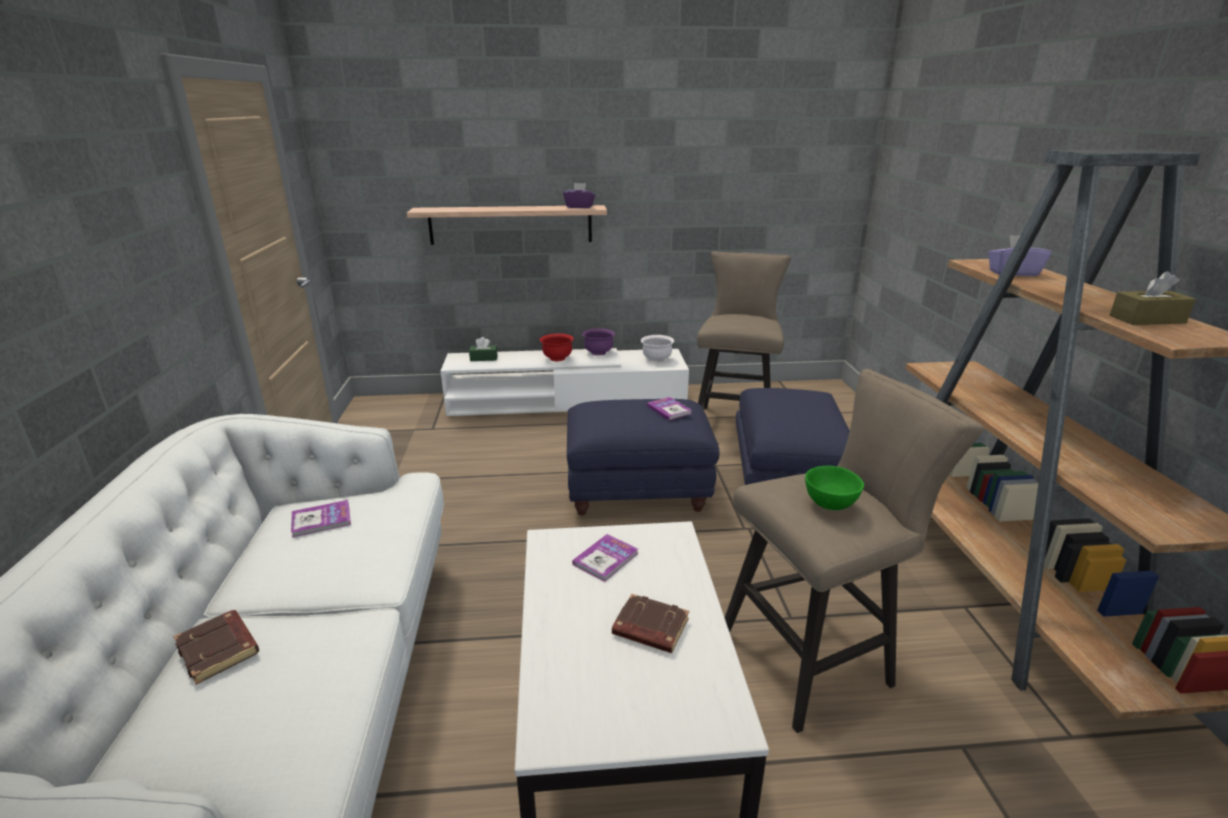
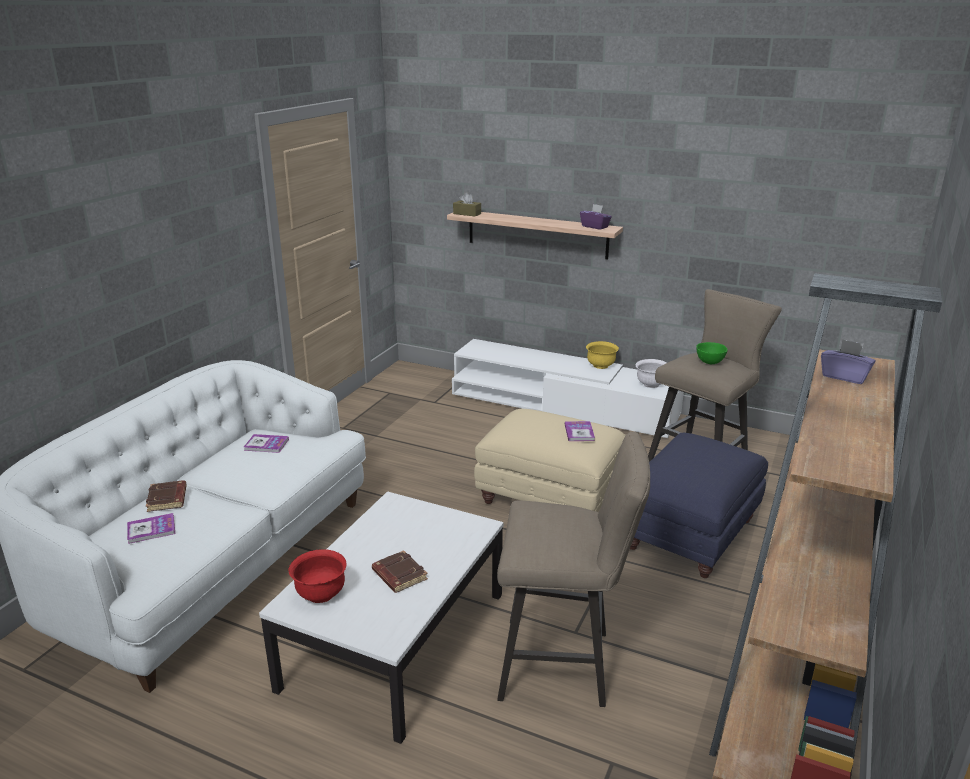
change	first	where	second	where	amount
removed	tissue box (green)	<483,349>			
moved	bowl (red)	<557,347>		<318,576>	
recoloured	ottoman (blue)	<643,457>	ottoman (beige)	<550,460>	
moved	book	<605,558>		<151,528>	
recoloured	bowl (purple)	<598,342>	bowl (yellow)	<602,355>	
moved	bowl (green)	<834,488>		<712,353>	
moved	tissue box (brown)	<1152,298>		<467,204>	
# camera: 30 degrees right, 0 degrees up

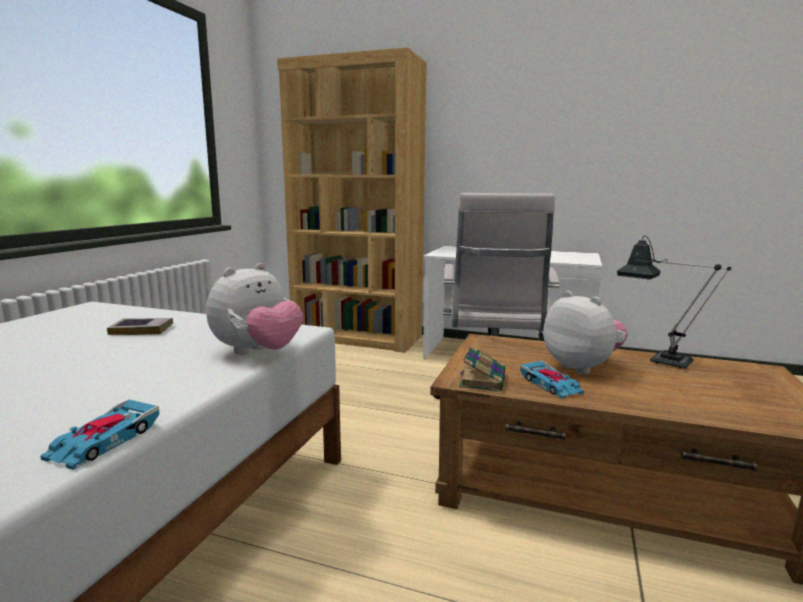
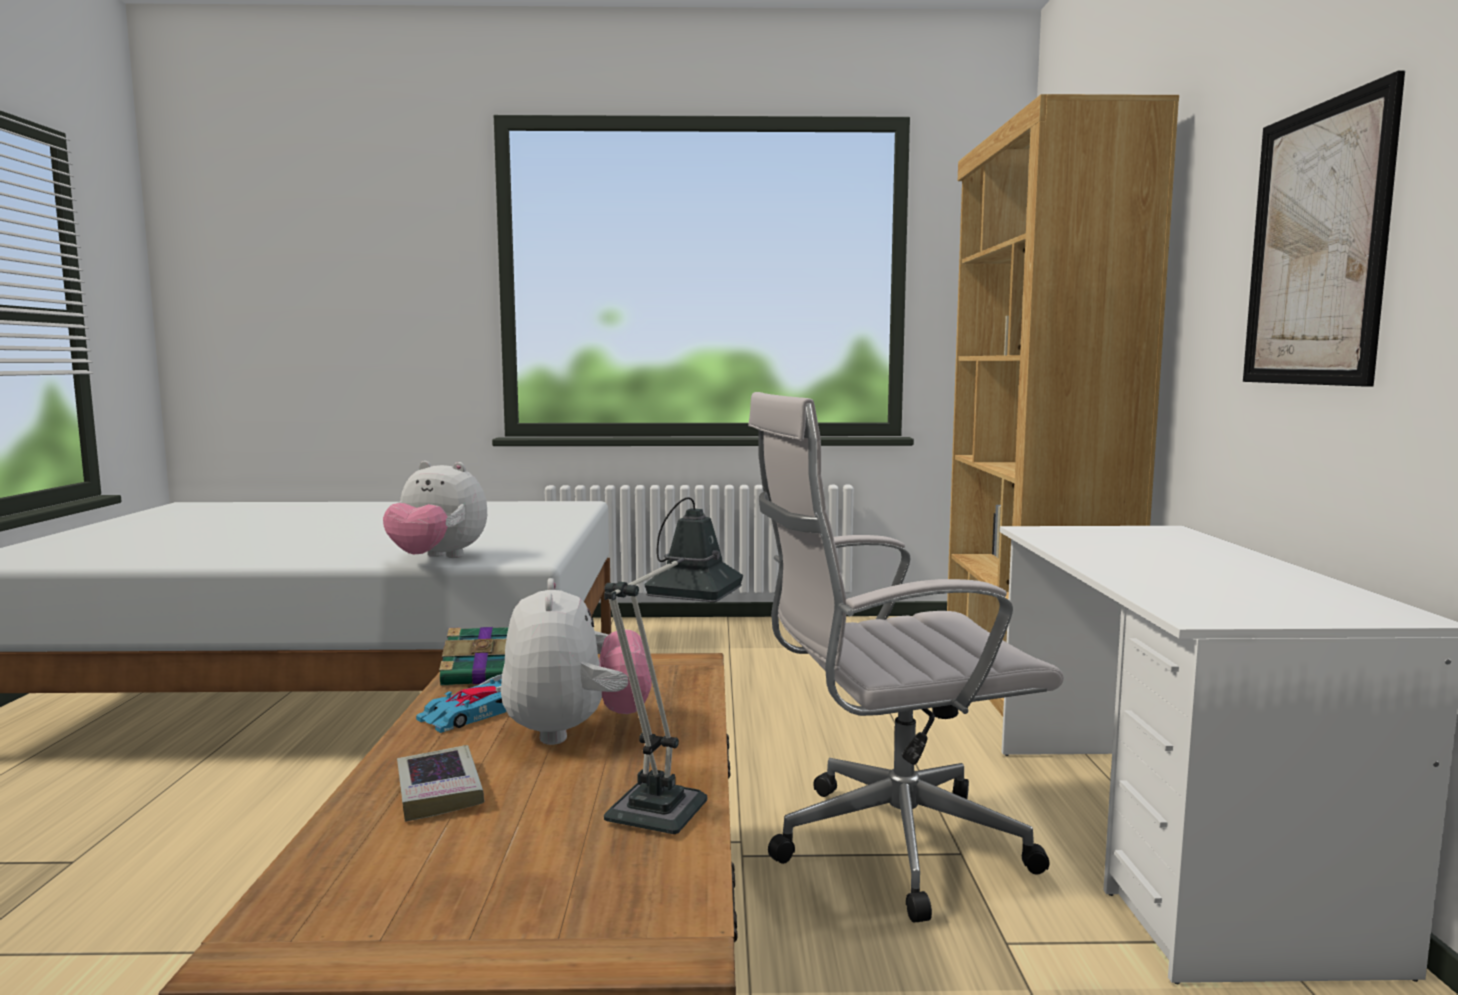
change	first	where	second	where	amount
removed	toy car	<99,434>			
moved	book	<140,326>		<441,783>	
turned	plush toy	<585,332>		<576,661>	45 degrees counterclockwise
added			picture	<1324,229>	
# camera: 70 degrees right, 5 degrees down

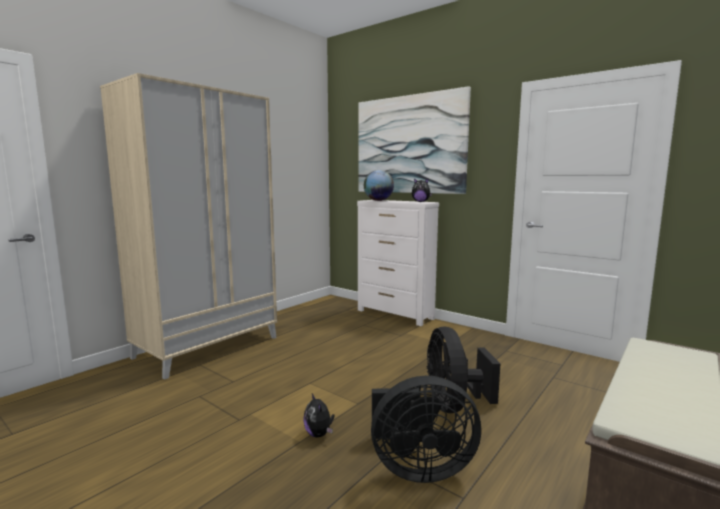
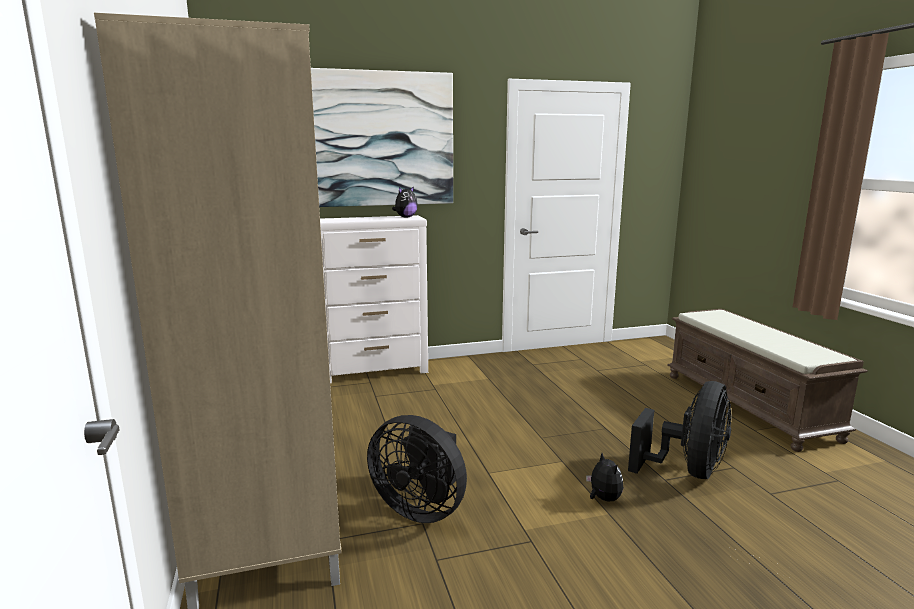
change	first	where	second	where	amount
turned	plush toy	<319,415>		<604,477>	120 degrees counterclockwise
removed	globe	<379,185>			
moved	fan (black)	<463,369>		<417,469>	
# camera: 55 degrees left, 5 degrees up

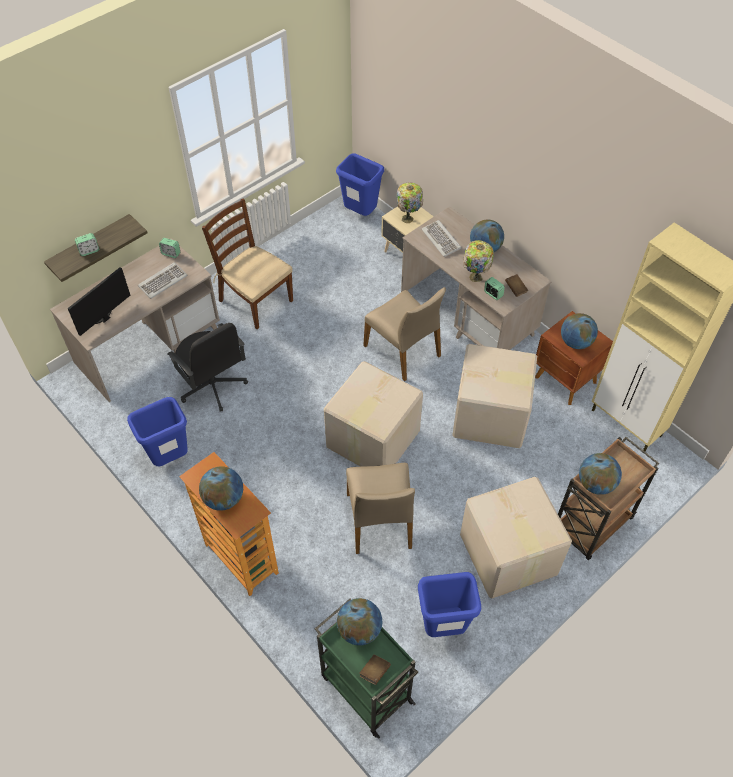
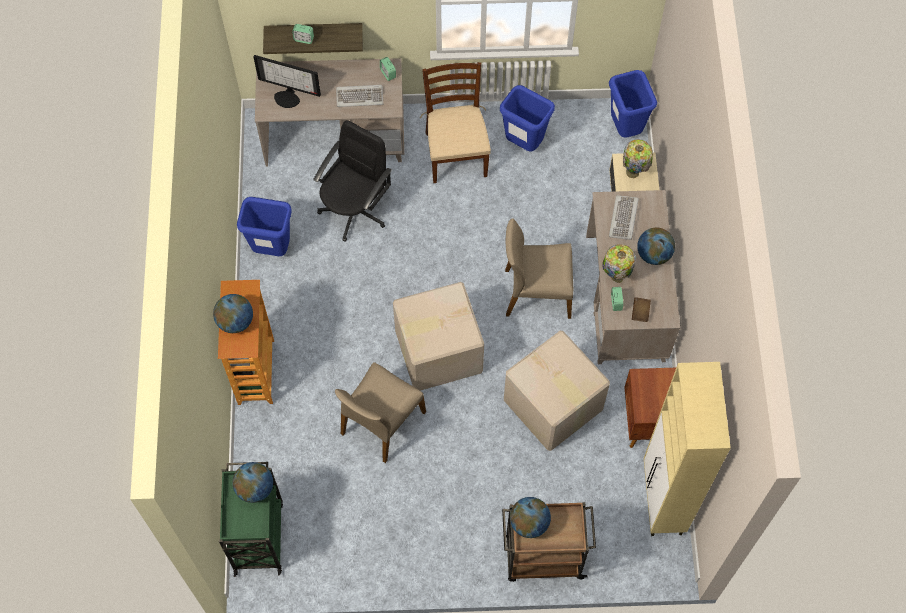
change	first	where	second	where	amount
turned	monitor	<99,301>		<287,81>	150 degrees counterclockwise
turned	office chair (black)	<207,367>		<352,181>	150 degrees counterclockwise
removed	book (brown)	<375,669>			
turned	chair (beige)	<404,334>		<539,268>	90 degrees clockwise
moved	trash can (blue)	<449,604>		<527,118>	
removed	cardboard box	<516,537>			
removed	globe	<579,331>			
# camera: 40 degrees right, 10 degrees up

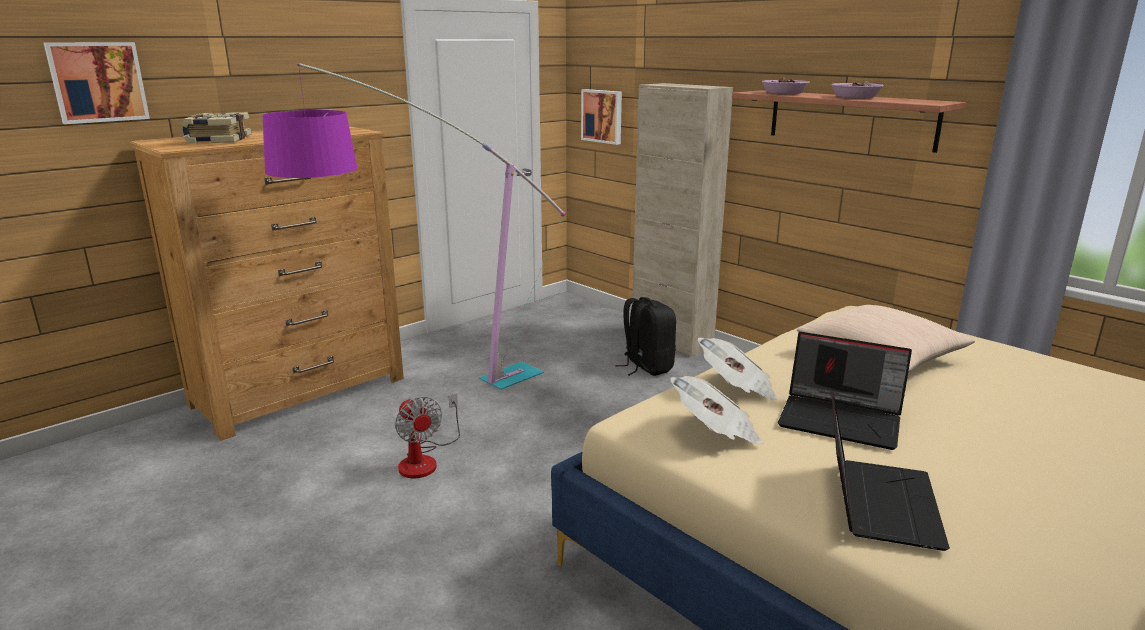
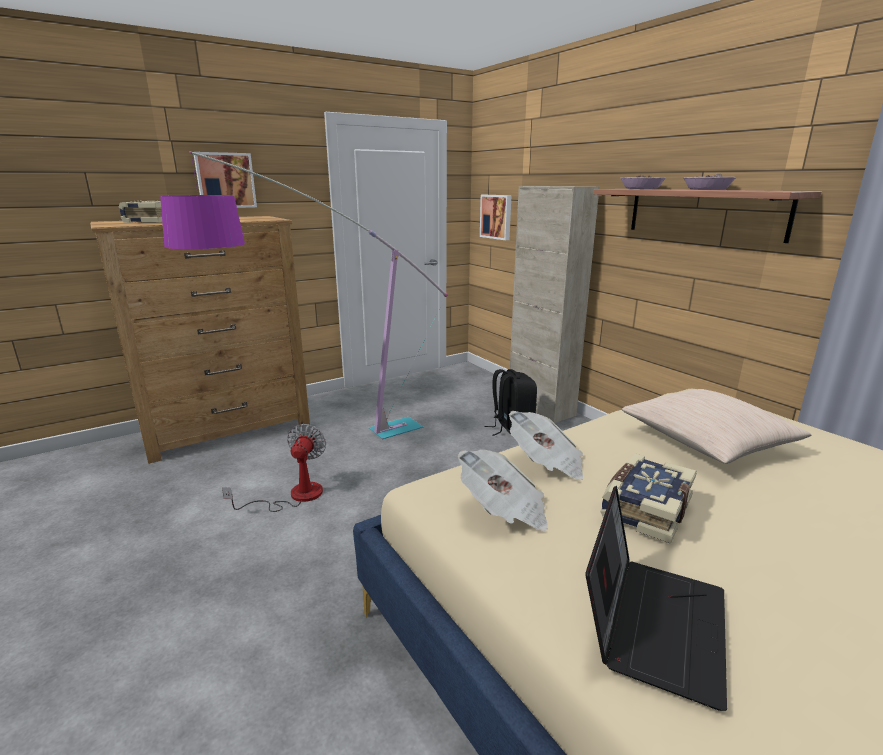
change	first	where	second	where	amount
moved	picture	<97,83>		<225,180>	
turned	fan	<427,436>		<274,468>	150 degrees counterclockwise
replaced	laptop	<845,391>	book	<648,499>	
# camera: 10 degrees right, 0 degrees up

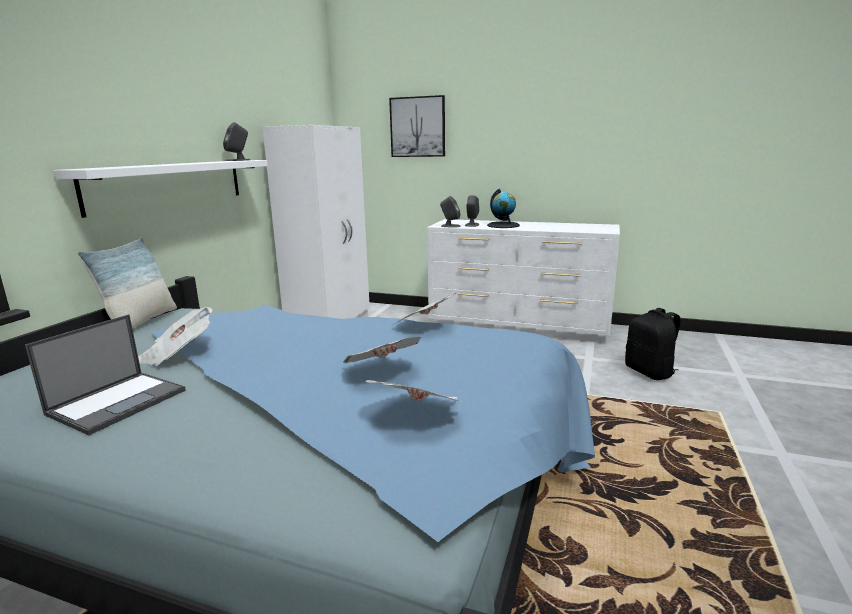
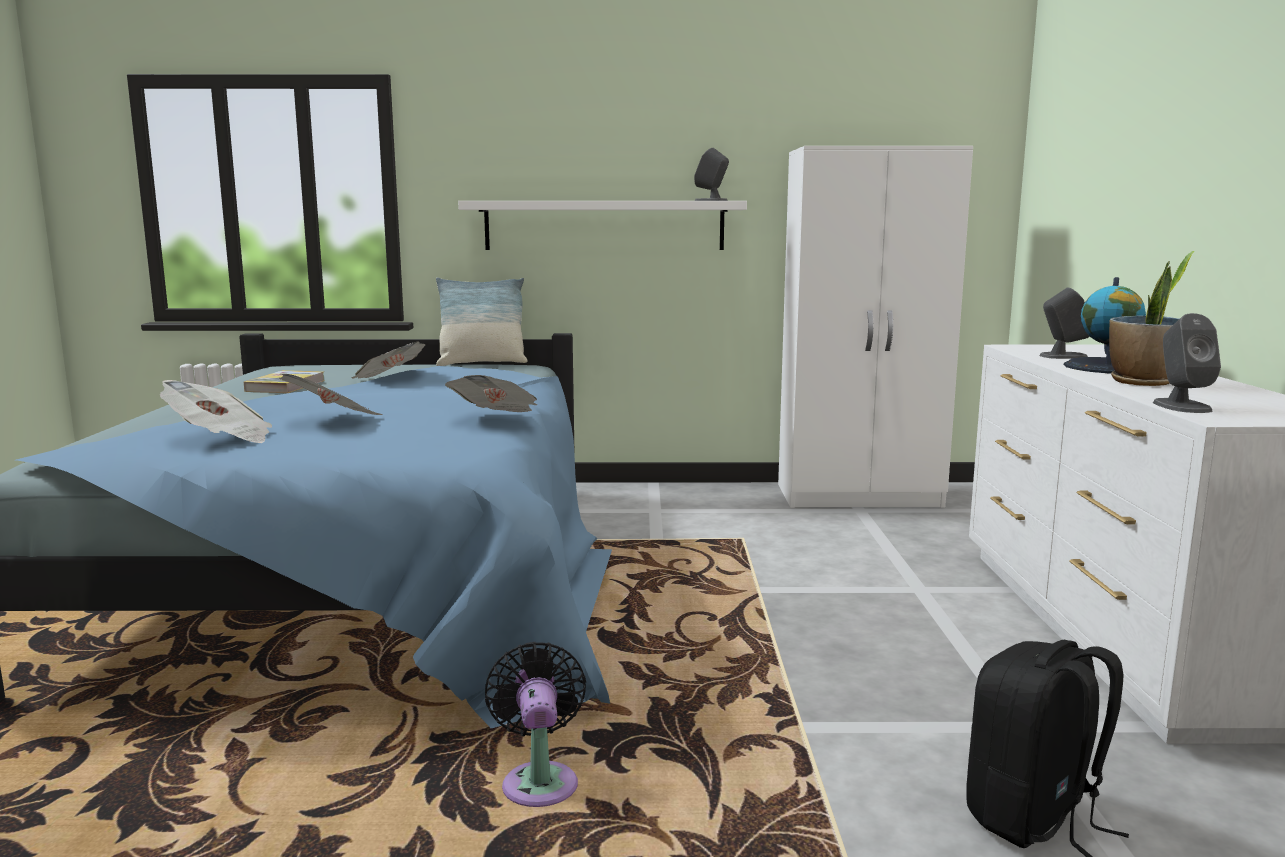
change	first	where	second	where	amount
replaced	laptop	<105,374>	book	<284,381>	
removed	picture	<417,126>			
moved	speaker (grey)	<450,211>		<1187,363>	
added			fan (black)	<535,724>	
added			potted plant	<1151,318>	
# camera: 70 degrees right, 5 degrees down

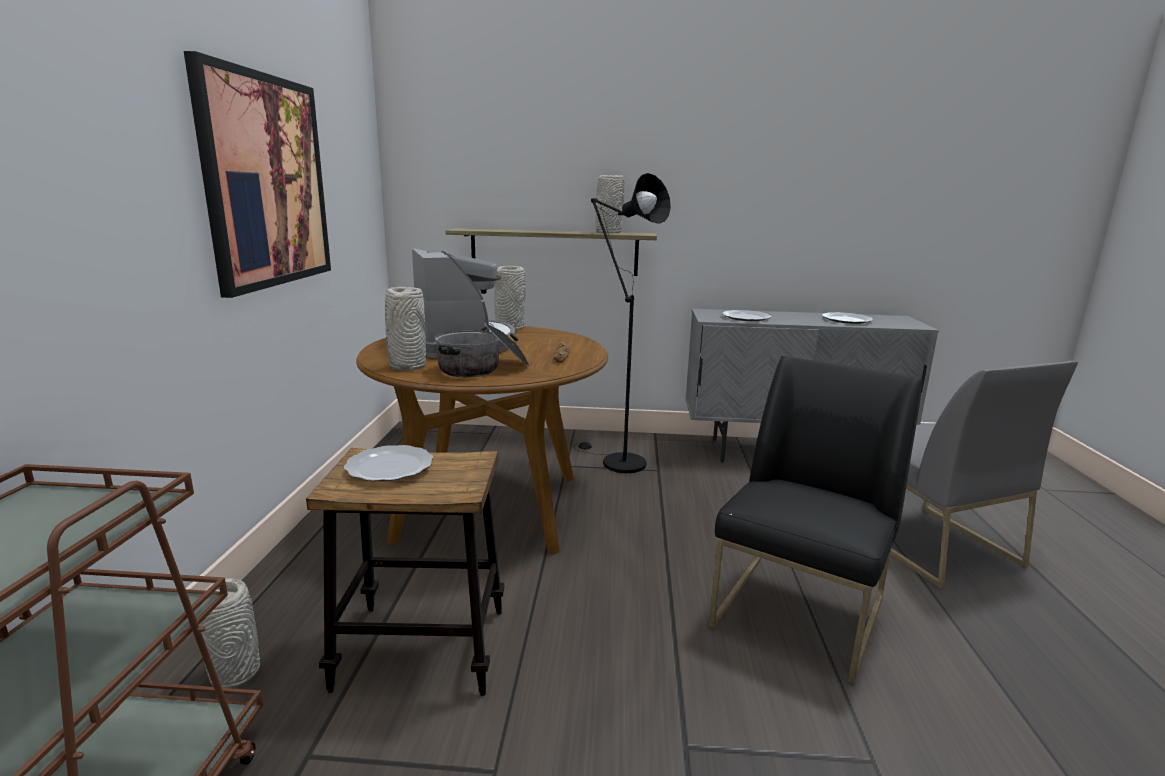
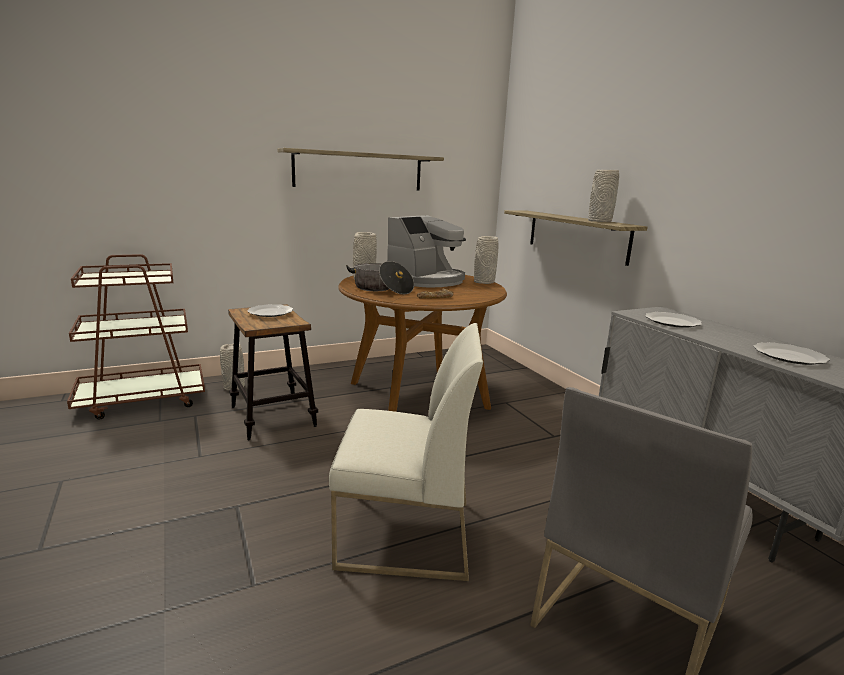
change	first	where	second	where	amount
replaced	picture	<257,174>	shelf	<360,169>	
removed	floor lamp (black)	<622,323>			
recoloured	chair (black)	<815,520>	chair (white)	<406,452>	
# camera: 60 degrees right, 0 degrees up

